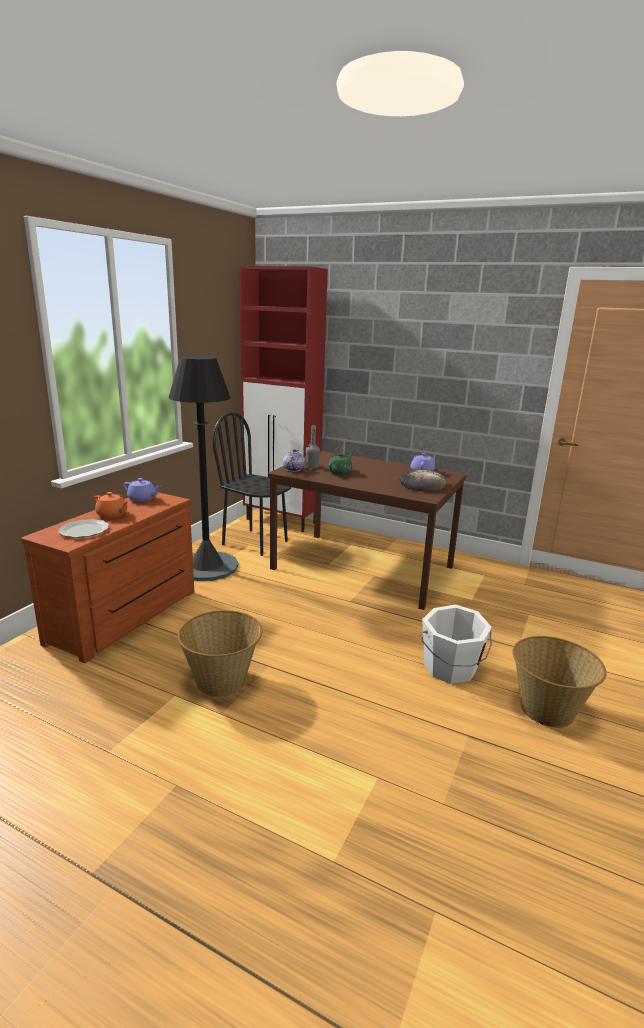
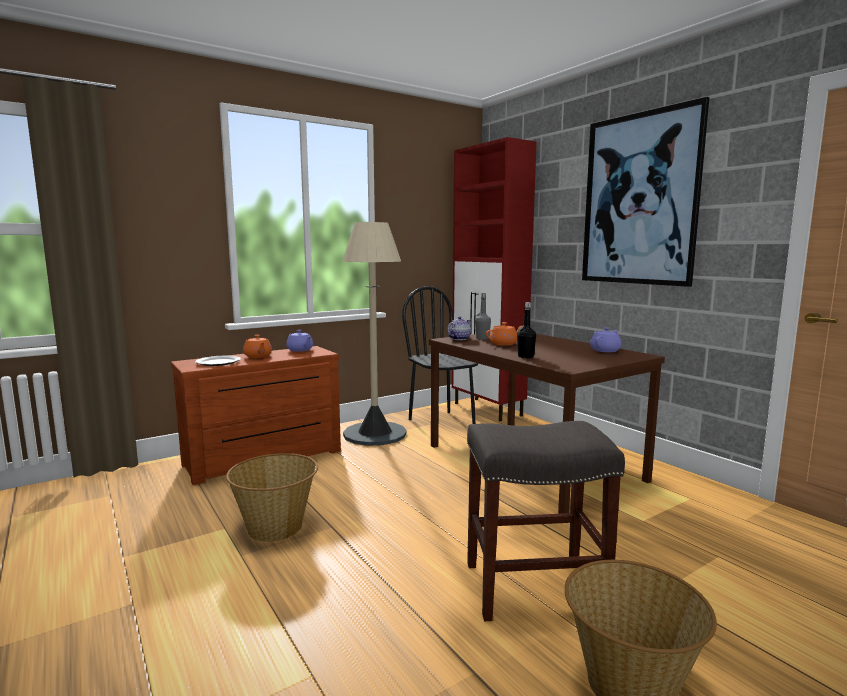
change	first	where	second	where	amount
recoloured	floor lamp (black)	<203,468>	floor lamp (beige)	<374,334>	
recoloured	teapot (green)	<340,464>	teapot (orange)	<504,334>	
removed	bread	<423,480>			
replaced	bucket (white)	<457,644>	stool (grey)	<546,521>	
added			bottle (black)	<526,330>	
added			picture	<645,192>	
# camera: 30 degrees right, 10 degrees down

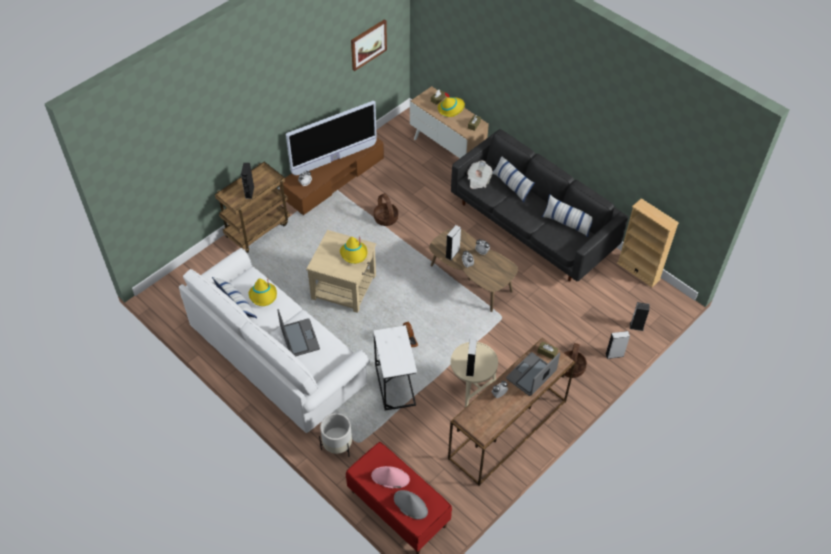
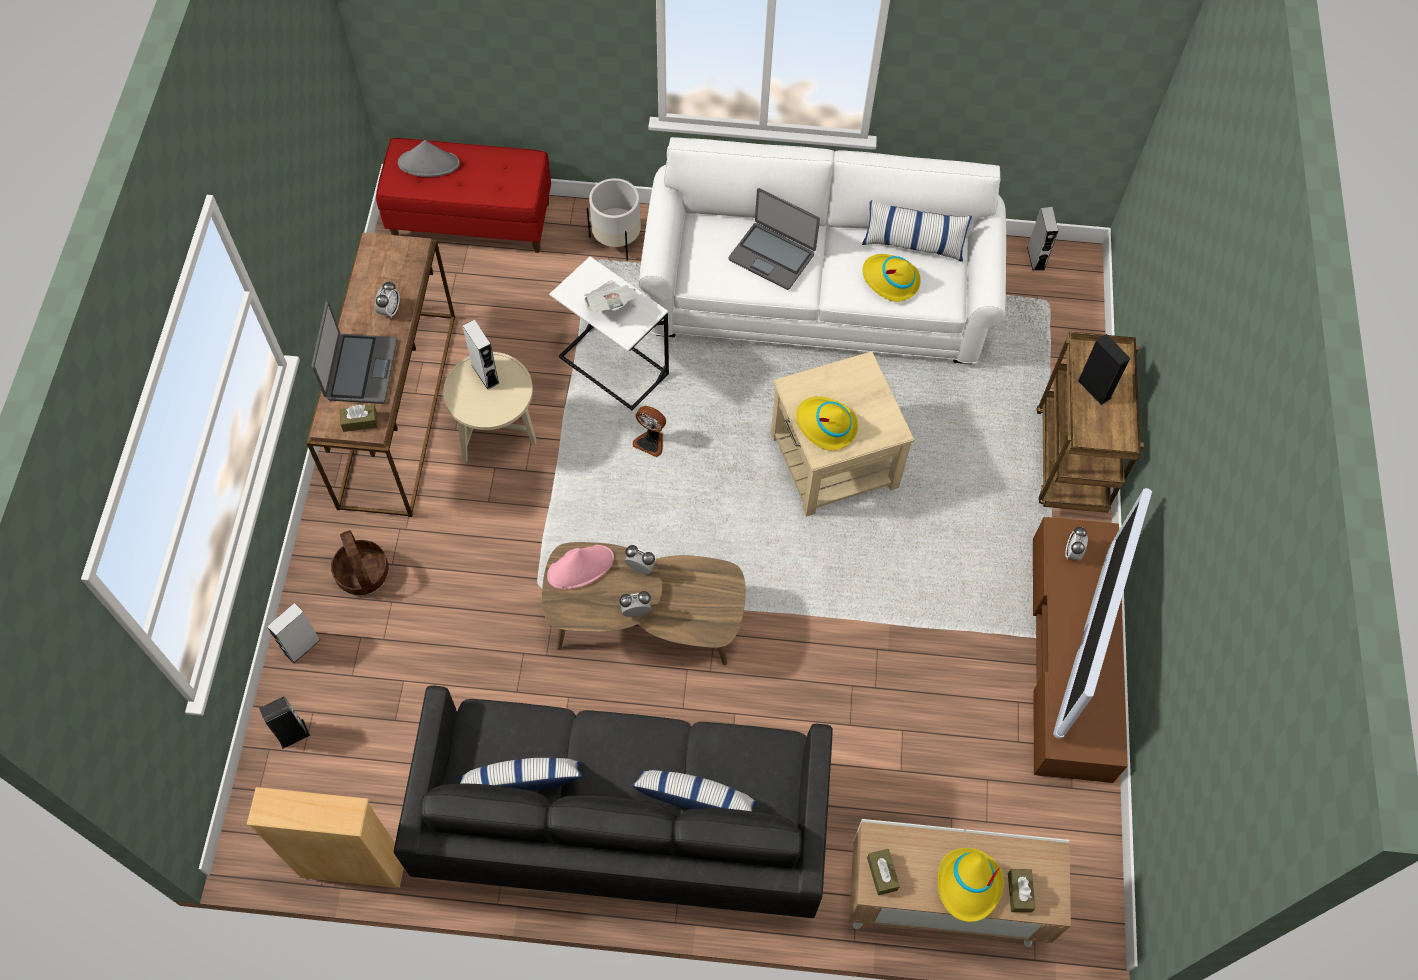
change	first	where	second	where	amount
removed	picture	<369,45>			
moved	hat (pink)	<390,477>		<580,567>	
removed	basket	<386,209>			
moved	speaker (grey)	<453,242>		<1042,239>	
moved	newspaper	<480,174>		<610,296>	
# camera: 140 degrees right, 10 degrees up

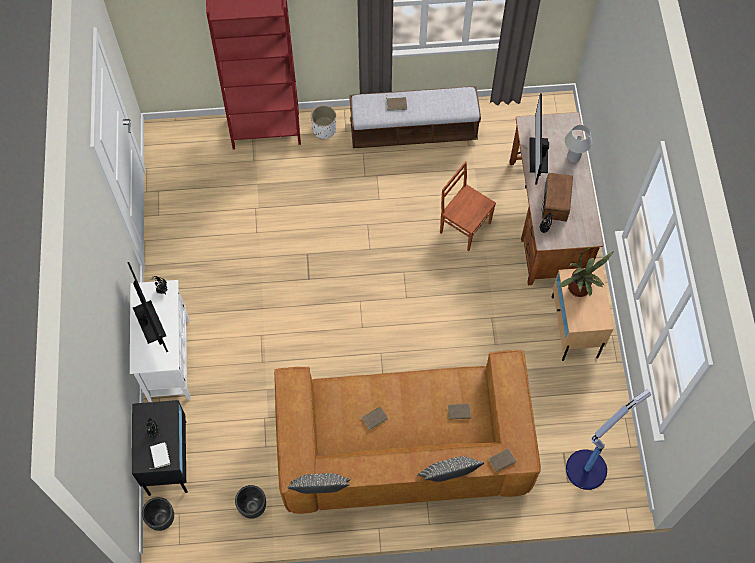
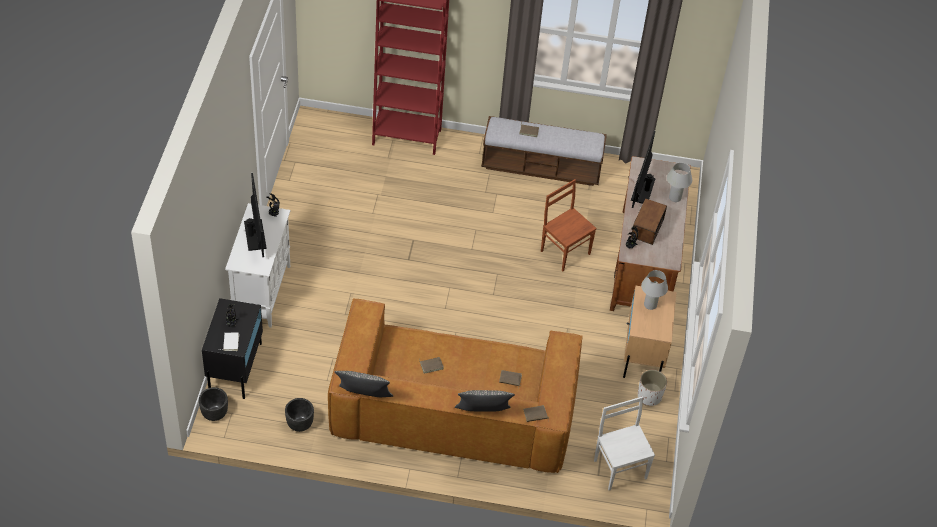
change	first	where	second	where	amount
moved	planter (white)	<323,122>		<652,388>	
replaced	potted plant	<586,272>	table lamp (white)	<654,290>	
replaced	floor lamp	<608,439>	chair (white)	<624,443>	
# camera: 10 degrees right, 15 degrees down

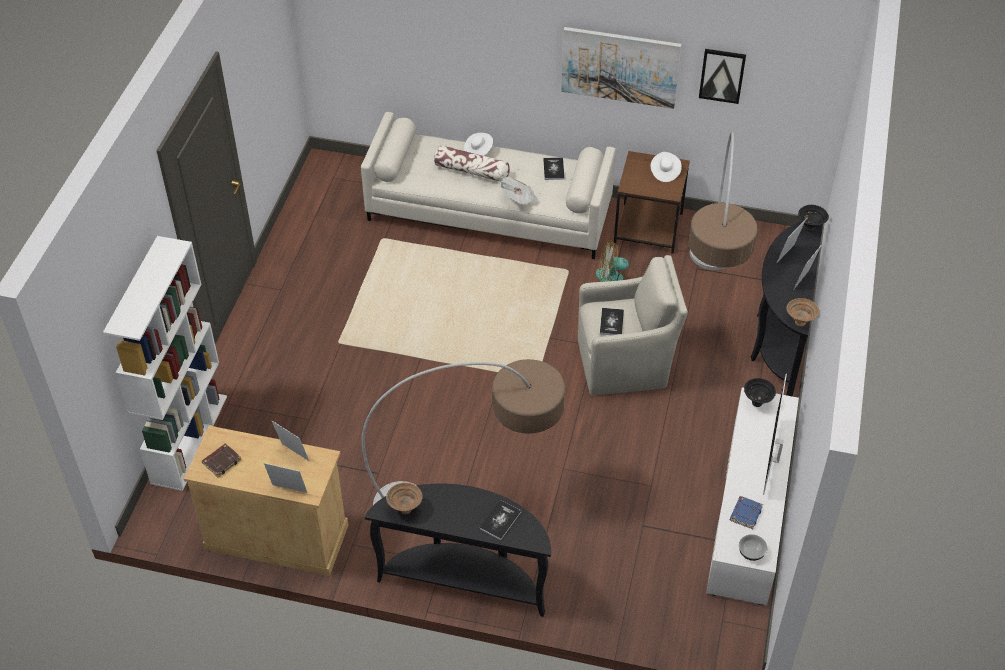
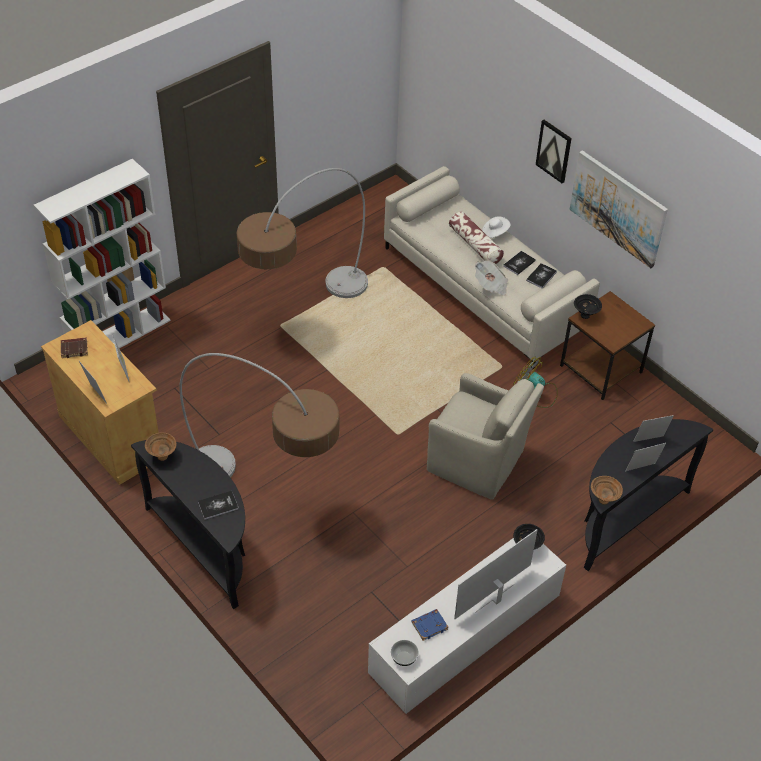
change	first	where	second	where	amount
moved	book	<612,321>		<519,263>	
removed	hat (white)	<666,167>			
moved	floor lamp	<723,201>		<302,233>	
moved	picture	<722,76>		<554,151>	
moved	bowl (black)	<813,218>		<588,306>	
# camera: 35 degrees right, 0 degrees up

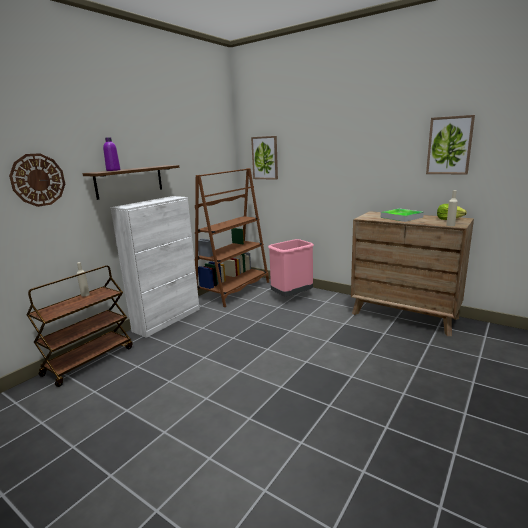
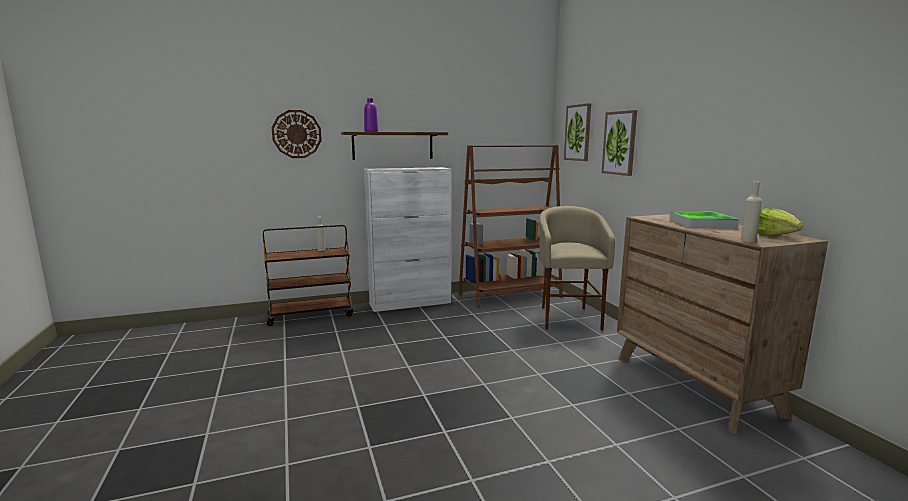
change	first	where	second	where	amount
replaced	trash can (pink)	<291,267>	stool (beige)	<577,268>	
moved	picture	<450,145>		<619,143>	
# camera: 35 degrees right, 5 degrees down

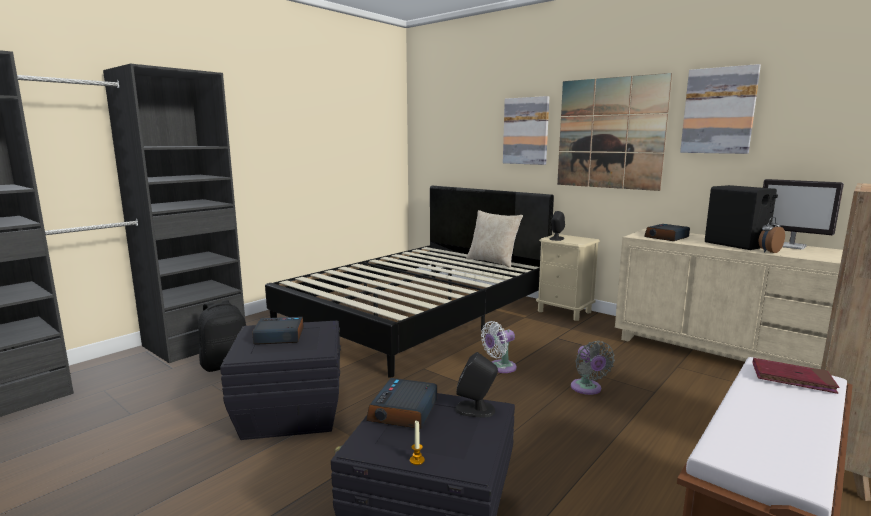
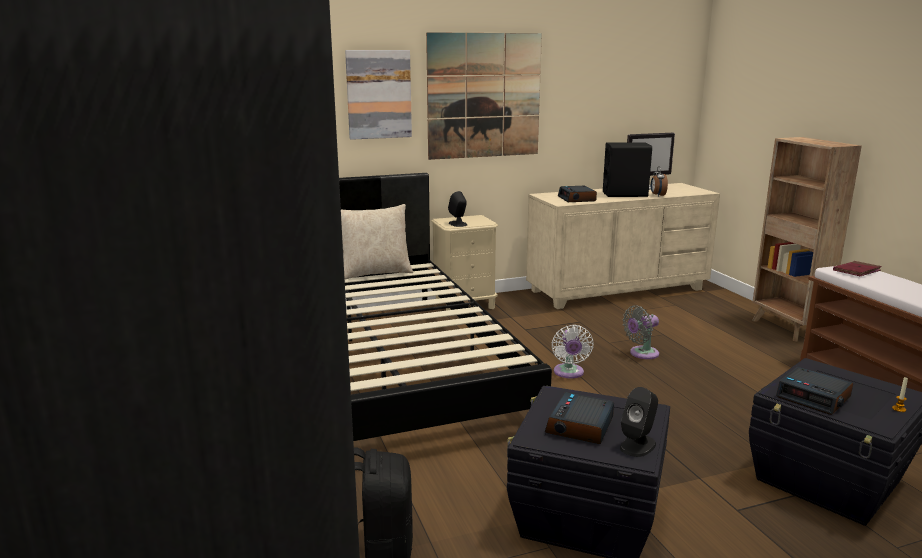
change	first	where	second	where	amount
moved	speaker (black)	<476,384>		<639,422>	
turned	fan (grey)	<593,368>		<641,332>	135 degrees clockwise
removed	picture	<720,109>			
# camera: 60 degrees left, 5 degrees up

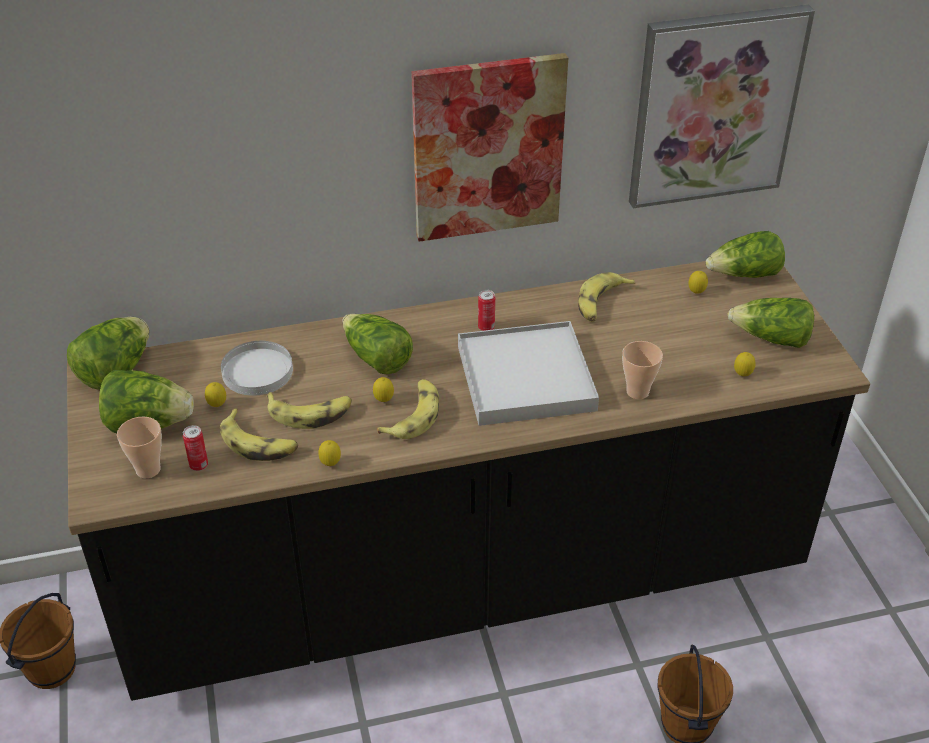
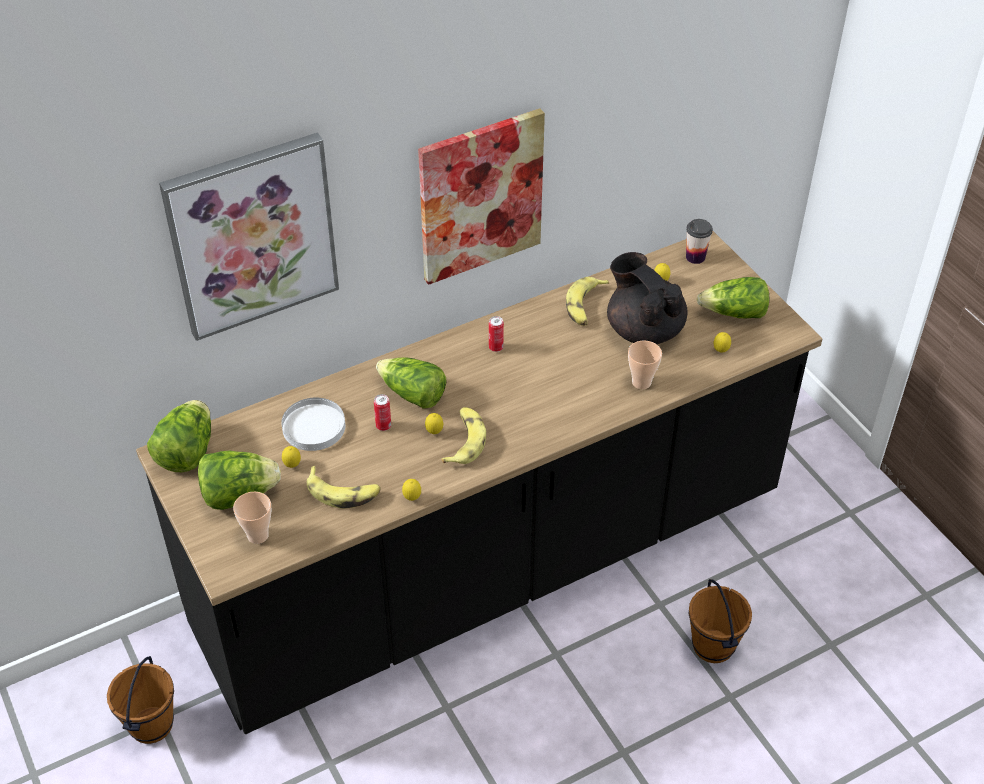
change	first	where	second	where	amount
moved	can	<195,448>		<382,412>	
removed	banana	<309,410>			
removed	tray (white)	<528,373>			
moved	picture	<722,106>		<249,236>	
replaced	lettuce	<745,254>	cup	<699,241>	
added			teapot (black)	<647,298>	
# camera: 15 degrees left, 5 degrees up

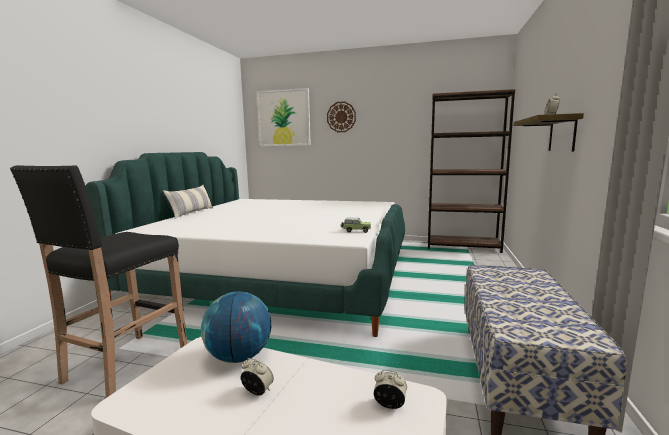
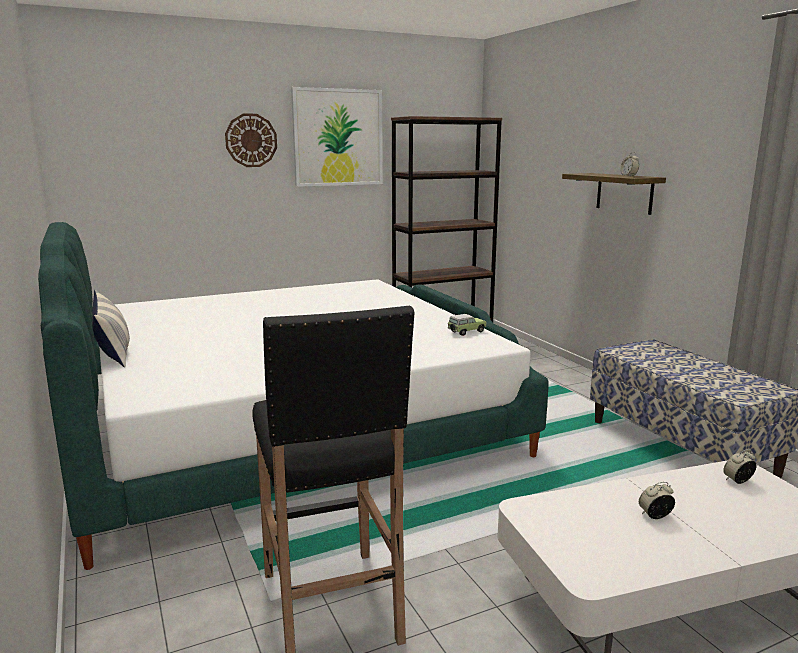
change	first	where	second	where	amount
removed	globe	<236,327>			
moved	picture	<284,117>		<337,137>	
# camera: 40 degrees left, 5 degrees up

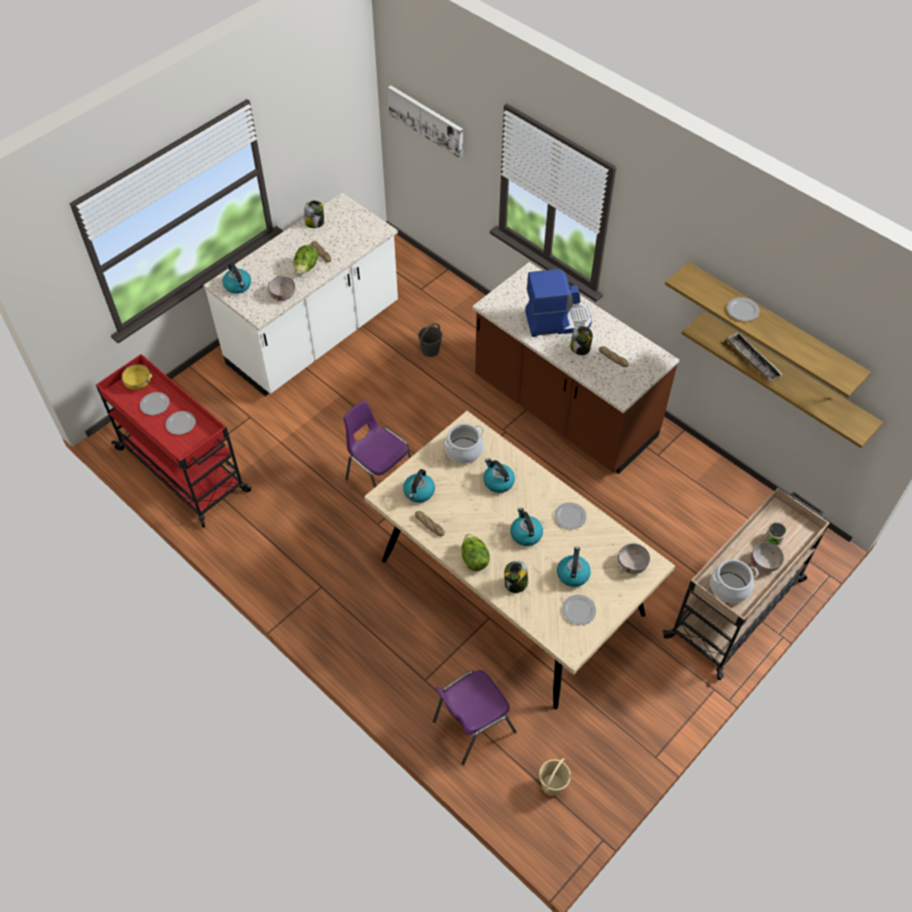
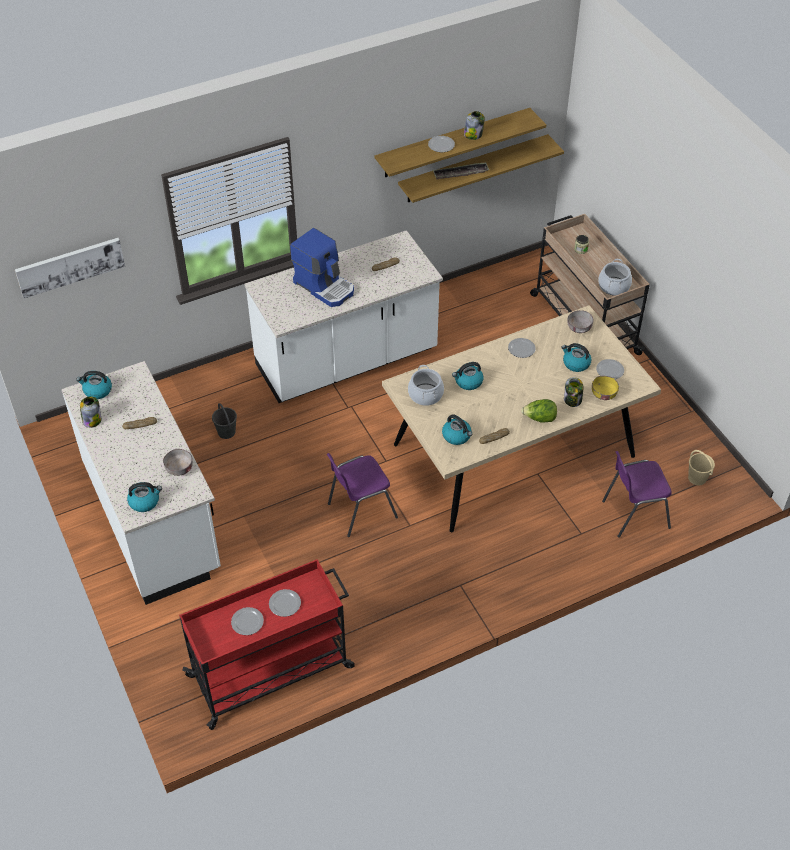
change	first	where	second	where	amount
moved	bowl (yellow)	<136,377>		<605,388>	
removed	lettuce	<305,260>			
turned	chair (purple)	<475,717>		<637,494>	90 degrees clockwise
recoloured	counter (brown)	<576,368>	counter (white)	<343,316>	
moved	kettle	<526,527>		<94,385>	
turned	coffee machine	<558,303>		<322,267>	120 degrees clockwise
moved	jar	<581,340>		<474,125>	
removed	bowl (grey)	<767,557>			
# camera: 70 degrees left, 5 degrees down

